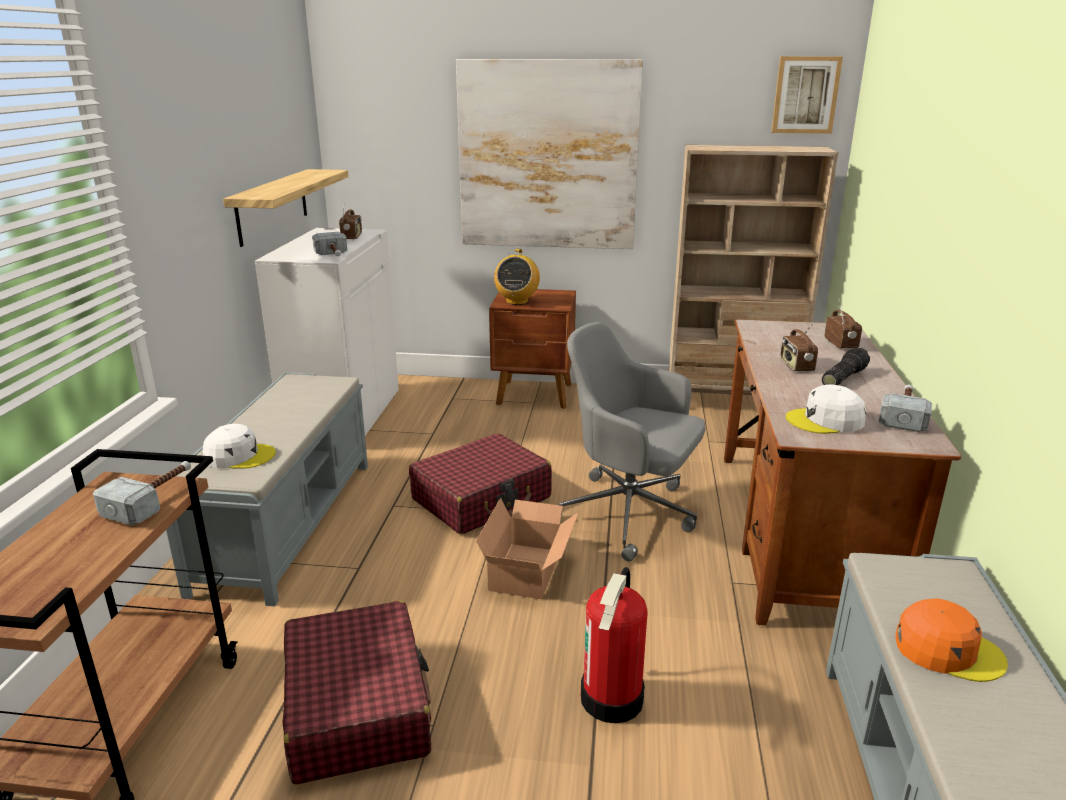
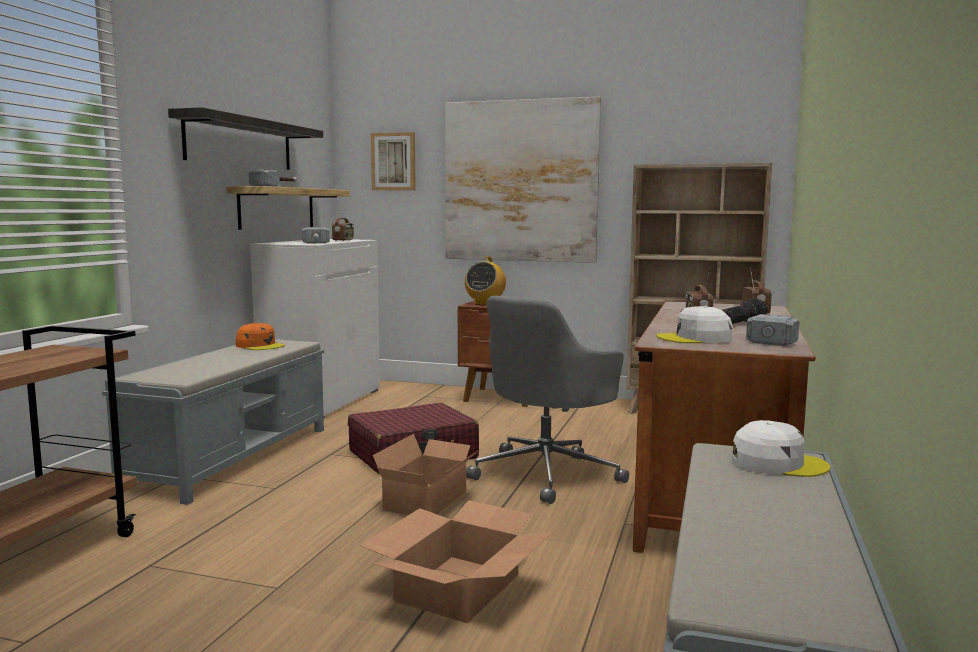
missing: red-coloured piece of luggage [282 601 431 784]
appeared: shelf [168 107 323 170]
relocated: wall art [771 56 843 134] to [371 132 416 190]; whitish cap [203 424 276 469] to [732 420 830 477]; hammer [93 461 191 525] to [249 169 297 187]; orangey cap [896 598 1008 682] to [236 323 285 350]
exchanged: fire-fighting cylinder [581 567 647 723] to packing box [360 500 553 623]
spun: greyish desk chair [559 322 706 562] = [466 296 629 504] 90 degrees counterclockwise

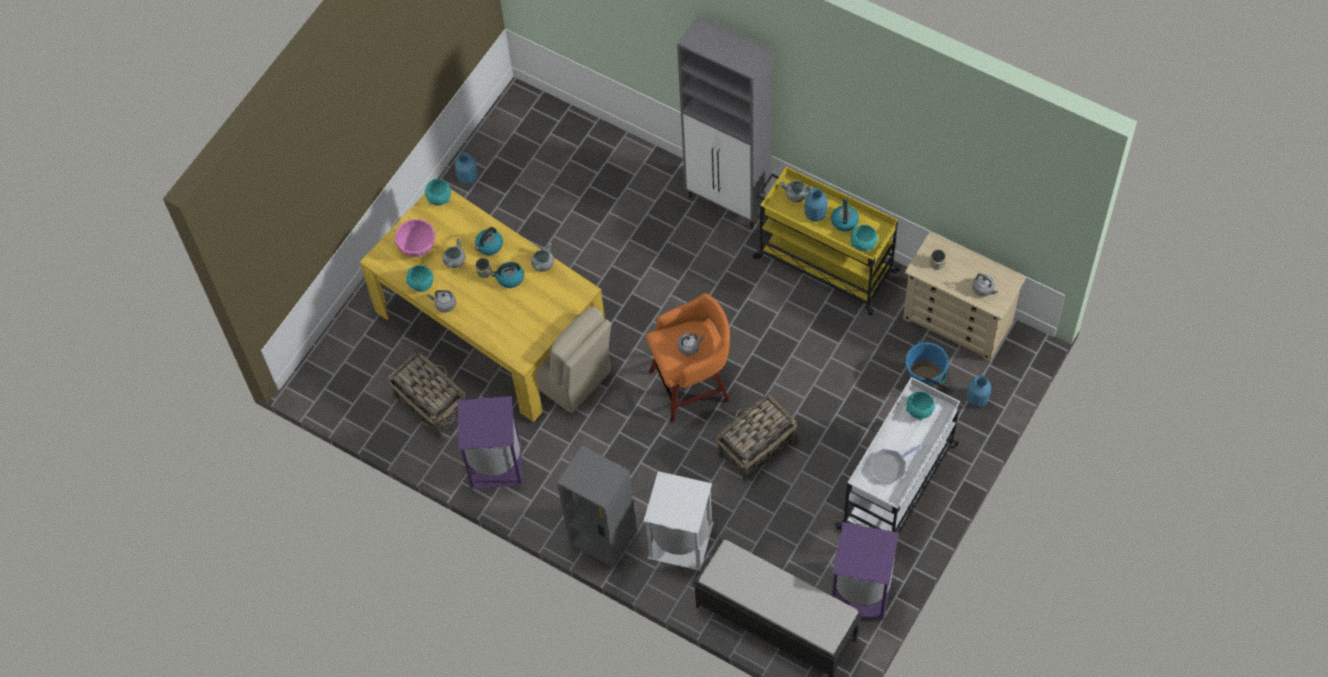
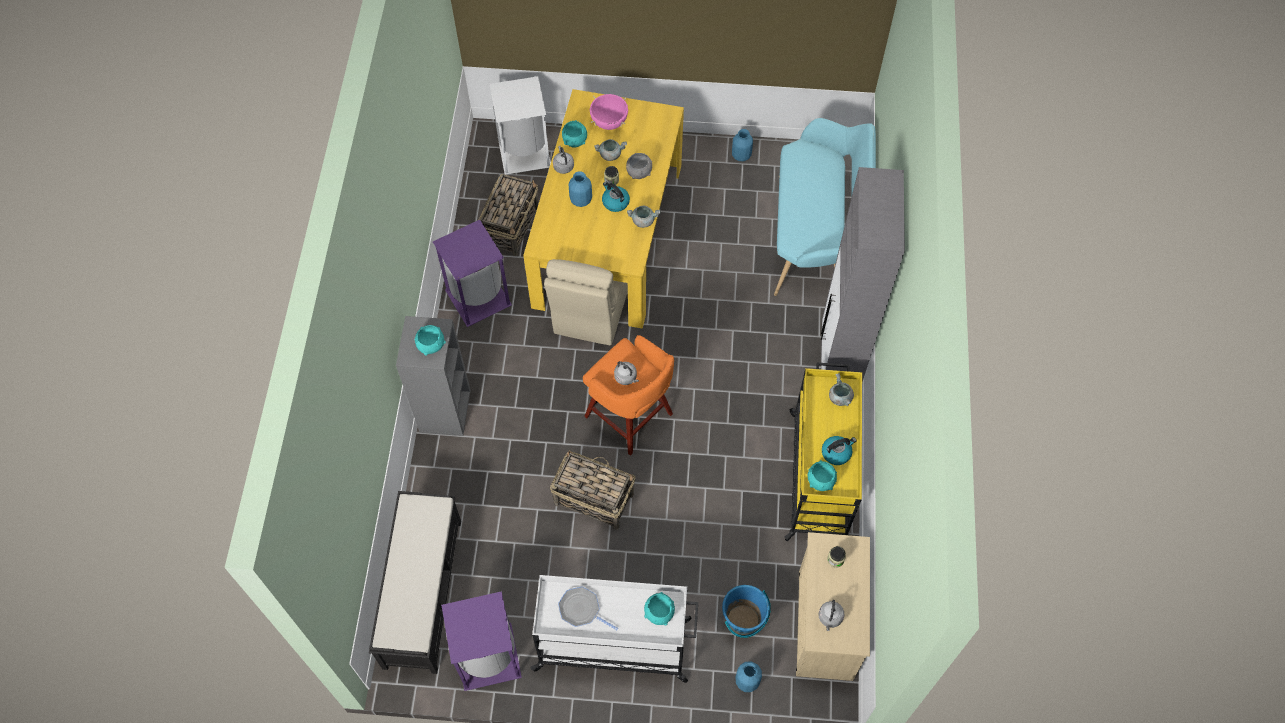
appeared: turquoise-coloured bench [774 118 876 296]
relocated: turquoise-coloured bowl [425 179 451 206] to [415 325 446 356]; bluish decorative vase [804 188 828 222] to [569 171 592 207]; whitish waste bin [644 471 714 571] to [490 76 551 175]
exchanged: kettle [475 227 503 255] to greyish bowl [626 153 652 179]

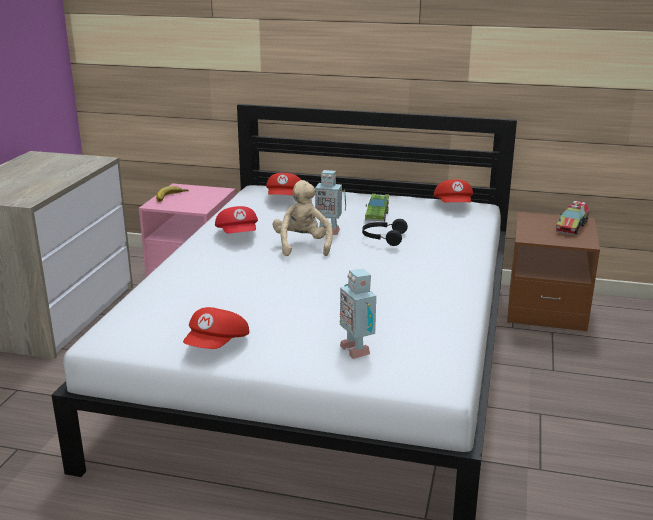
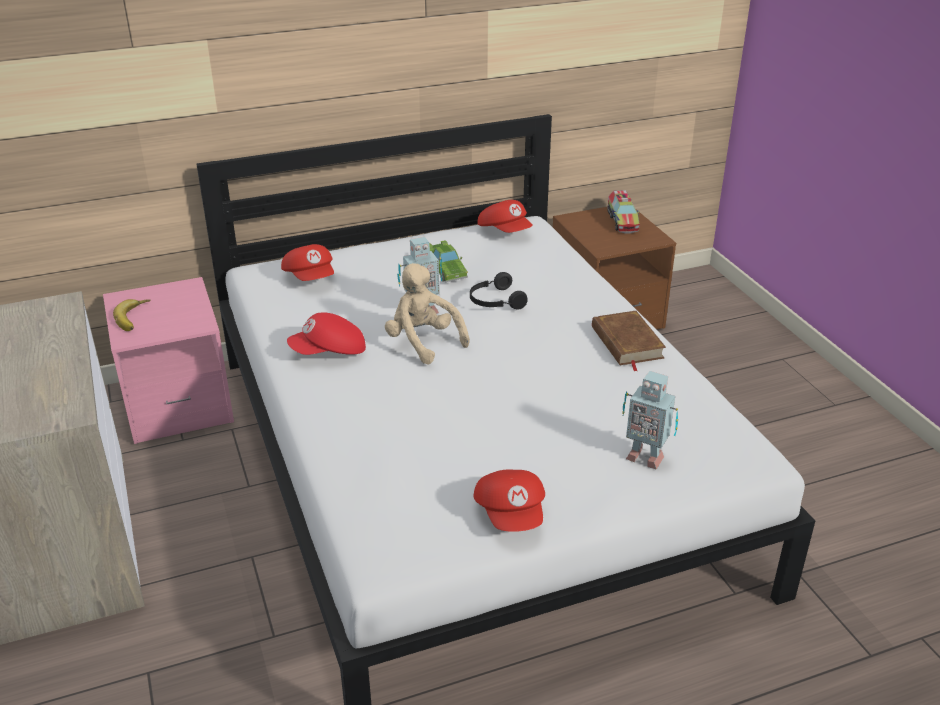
appeared: brownish book [592 311 666 371]
spun: red-coloured cap [215 206 258 233] = [287 312 366 355] 120 degrees clockwise

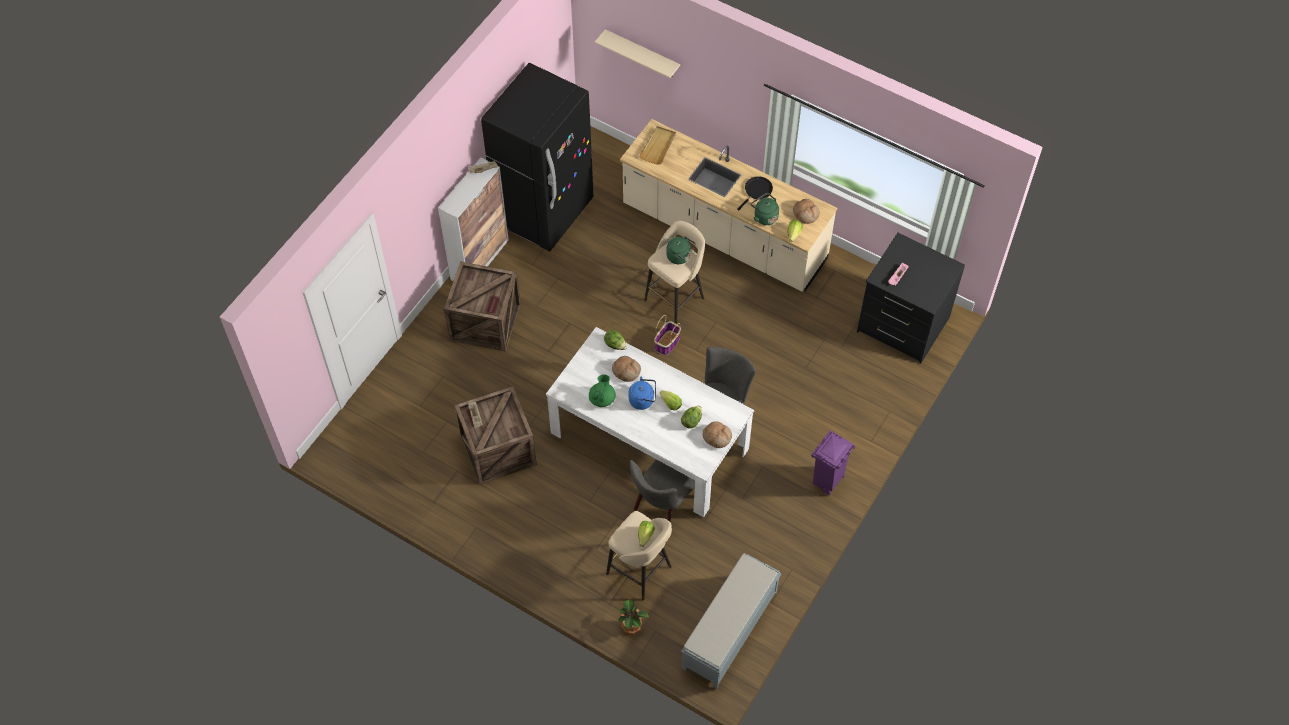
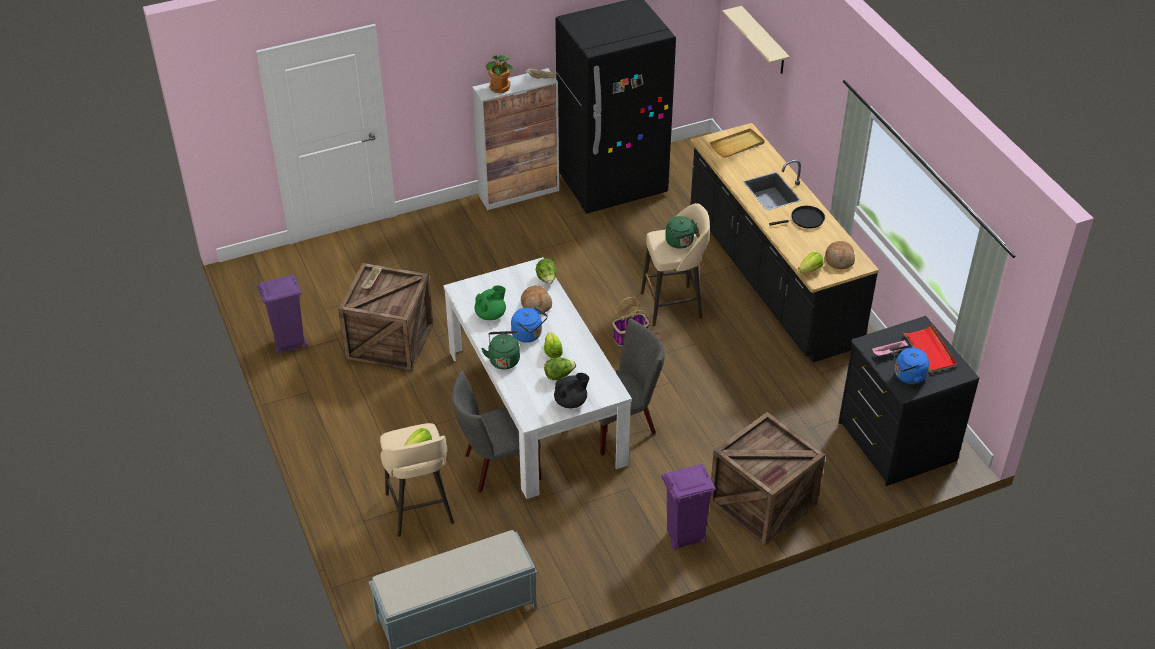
appeared: purple waste bin [257 275 307 355]; red-coloured serving tray [903 324 957 373]; bluish kettle [892 345 929 384]
relocated: green kettle [751 193 779 225] to [481 331 520 369]; packing crate [444 261 520 352] to [710 412 826 546]; potted plant [619 600 649 635] to [486 55 513 93]
exchanged: bakery bread [702 421 732 448] to black-coloured tea pot [554 373 589 408]
colour: sand-coloured kitchen base unit [620 119 837 292] to black-coloured kitchen base unit [690 123 879 362]

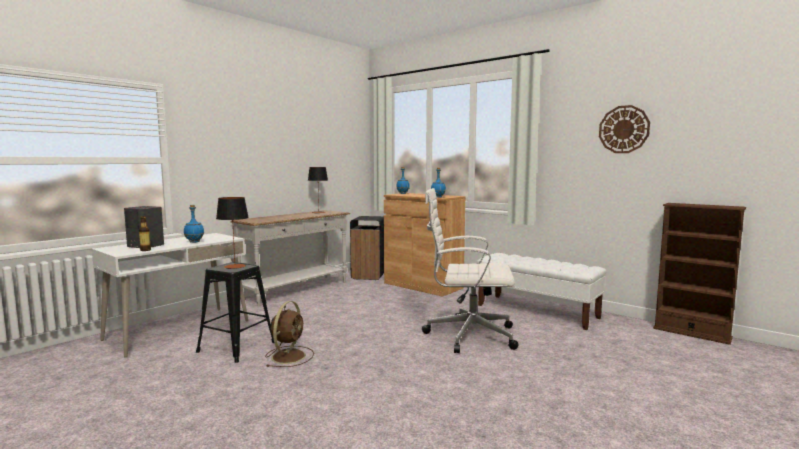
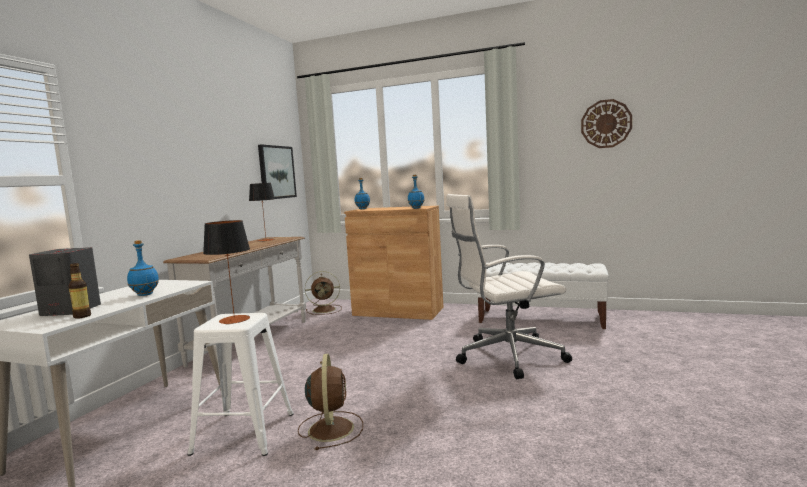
missing: brownish shelving unit [653 203 746 345]
appeared: wall art [258 144 297 199]
exchanged: black-coloured waste bin [350 216 384 280] to brownish electric fan [305 271 342 315]
colour: black-coloured stool [196 262 274 363] to whitish stool [187 313 294 456]

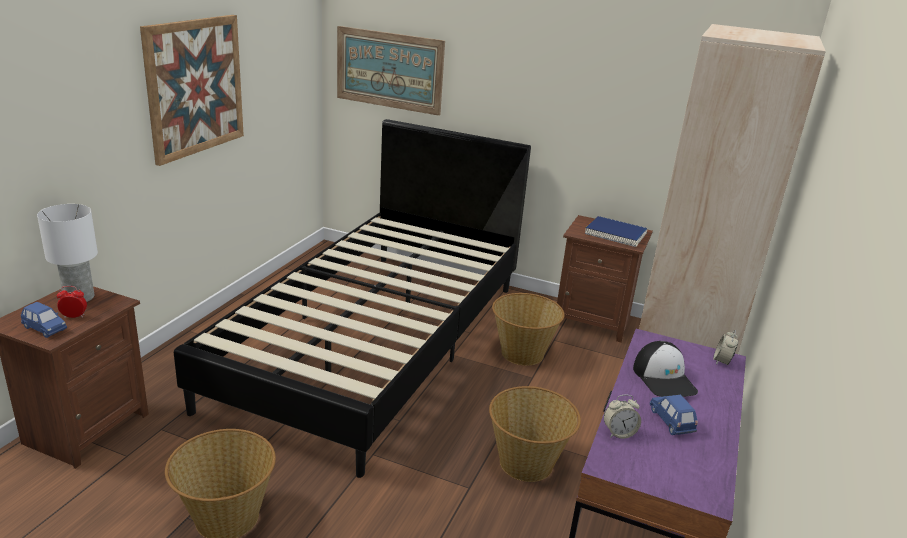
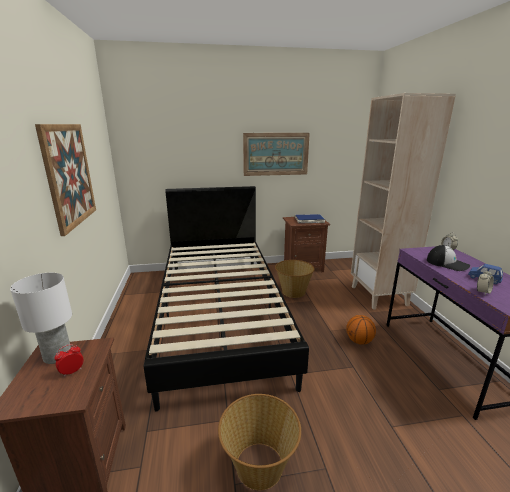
missing: bluish miniature car [21 302 67 338]
relocated: wall art [337 26 445 116] to [243 133 310 176]
exchanged: basket [489 386 581 482] to basketball ball [346 315 376 345]

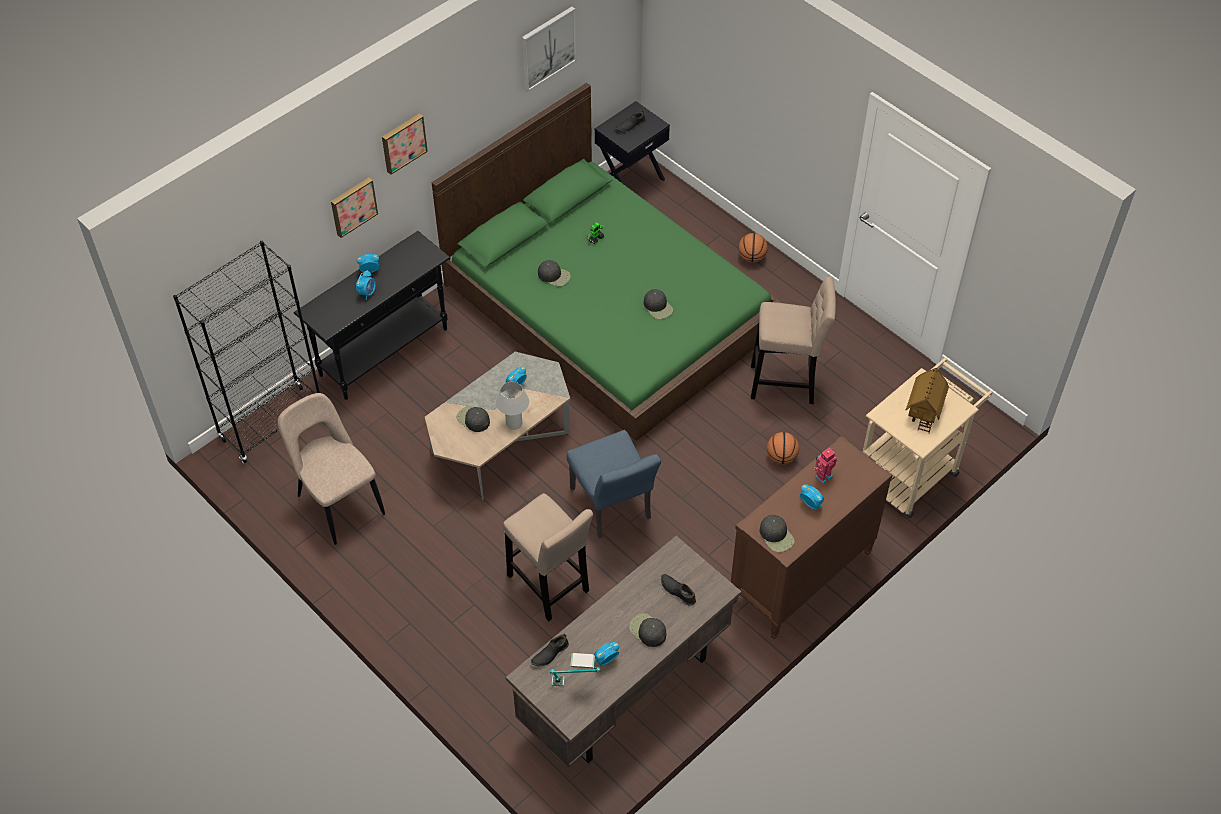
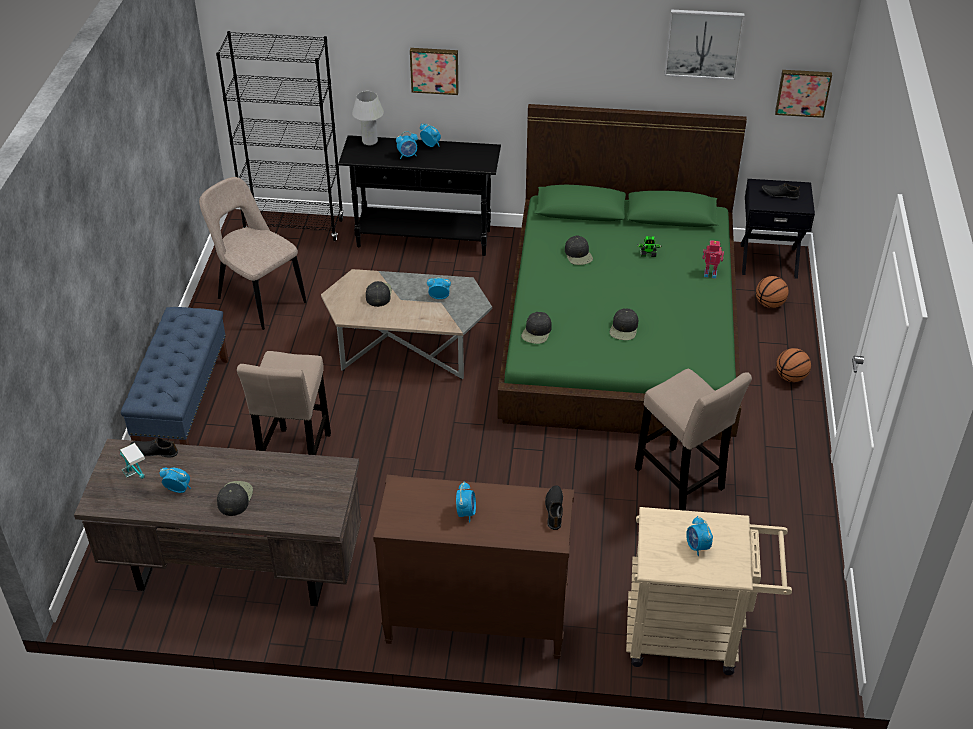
missing: bluish upright chair [567 430 661 538]
appeared: bluish bench [121 307 229 445]
relocated: wall art [382 113 428 175] to [775 70 832 118]; whitish table lamp [496 382 529 430] to [352 91 384 145]; basketball ball [767 432 799 464] to [756 276 789 308]; model robot [813 448 837 485] to [702 240 724 279]; black-coloured cap [759 515 795 552] to [521 312 552 344]; black-coloured low shoe [661 574 696 606] to [545 485 563 530]
exchanged: model house [905 368 949 433] to alarm clock [686 516 713 556]
spun: sand-coloured upright chair [278 393 385 545] = [199 177 306 330] 60 degrees counterclockwise

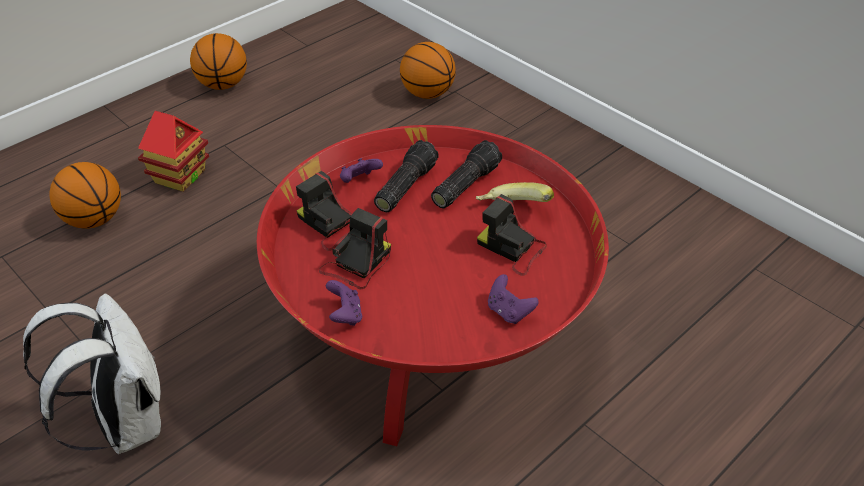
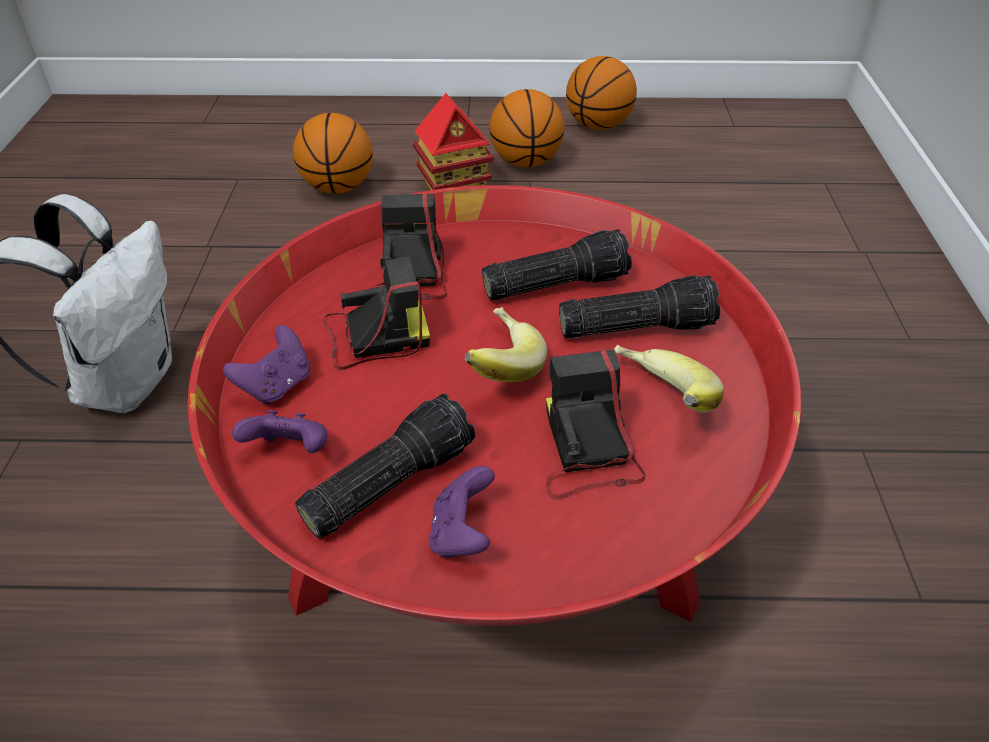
appeared: whole banana [465 307 547 382]; torch [295 394 475 539]
relocated: basketball ball [400 42 456 99] to [489 89 564 167]; purple joypad [340 158 383 183] to [232 410 327 453]

